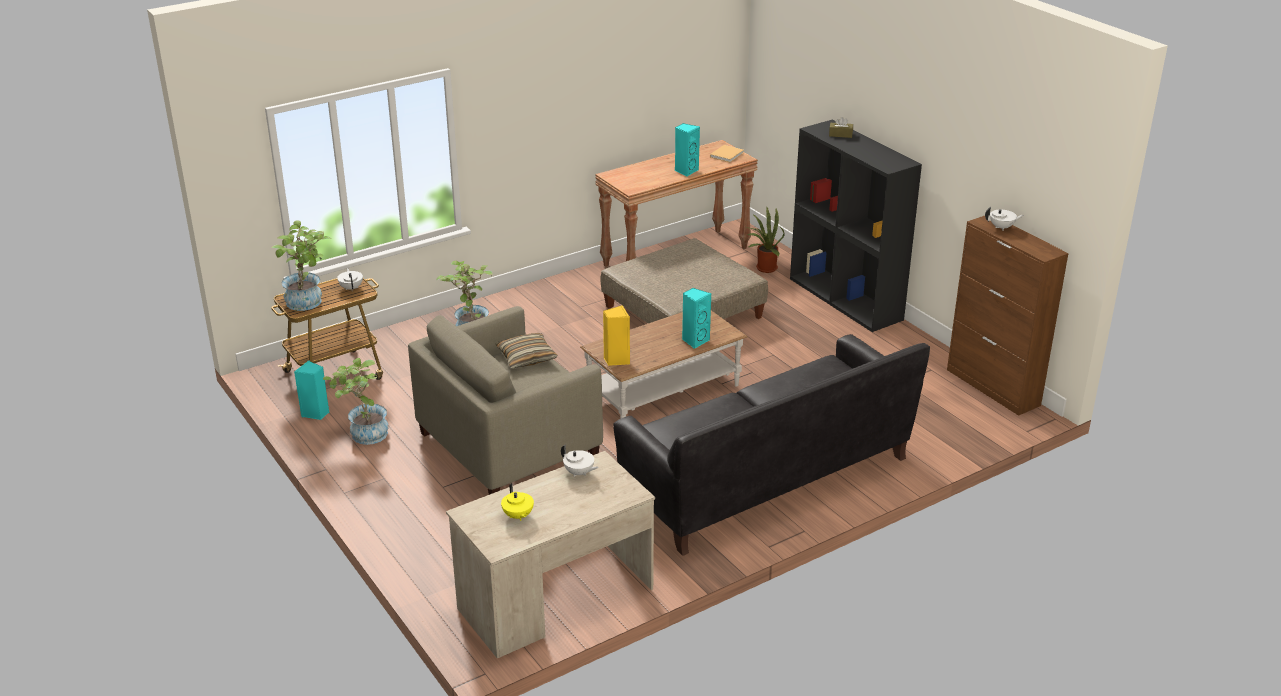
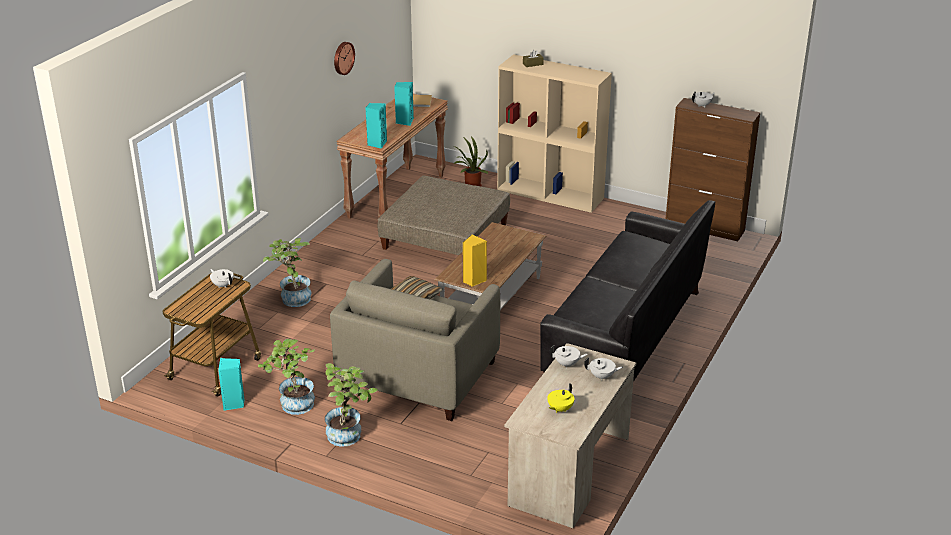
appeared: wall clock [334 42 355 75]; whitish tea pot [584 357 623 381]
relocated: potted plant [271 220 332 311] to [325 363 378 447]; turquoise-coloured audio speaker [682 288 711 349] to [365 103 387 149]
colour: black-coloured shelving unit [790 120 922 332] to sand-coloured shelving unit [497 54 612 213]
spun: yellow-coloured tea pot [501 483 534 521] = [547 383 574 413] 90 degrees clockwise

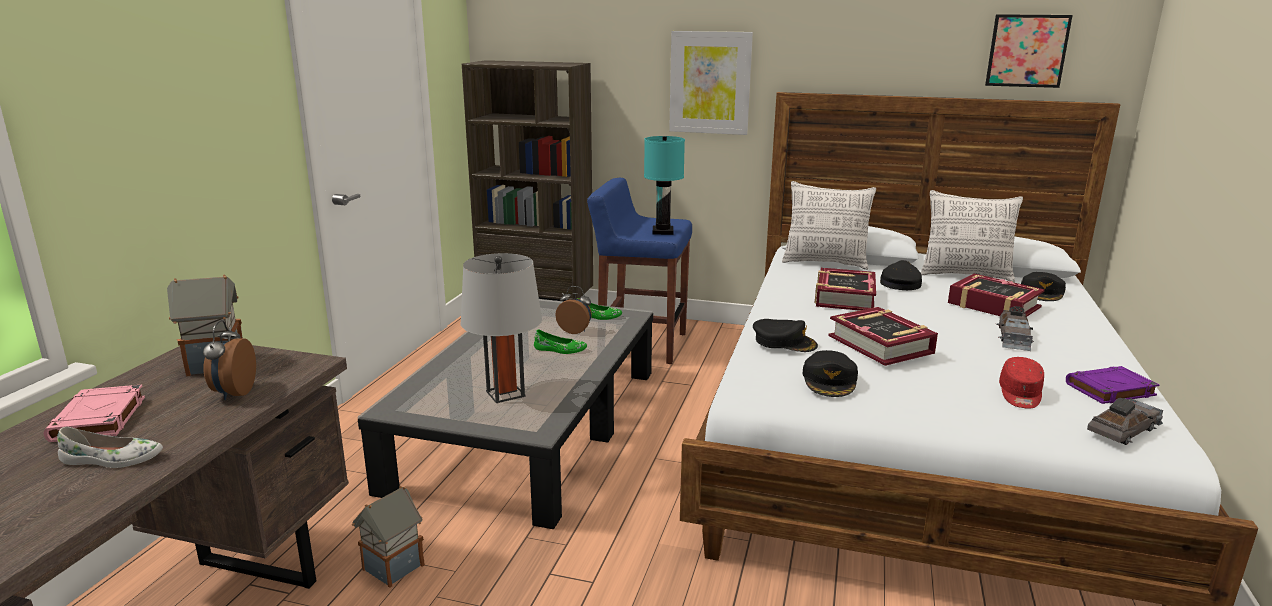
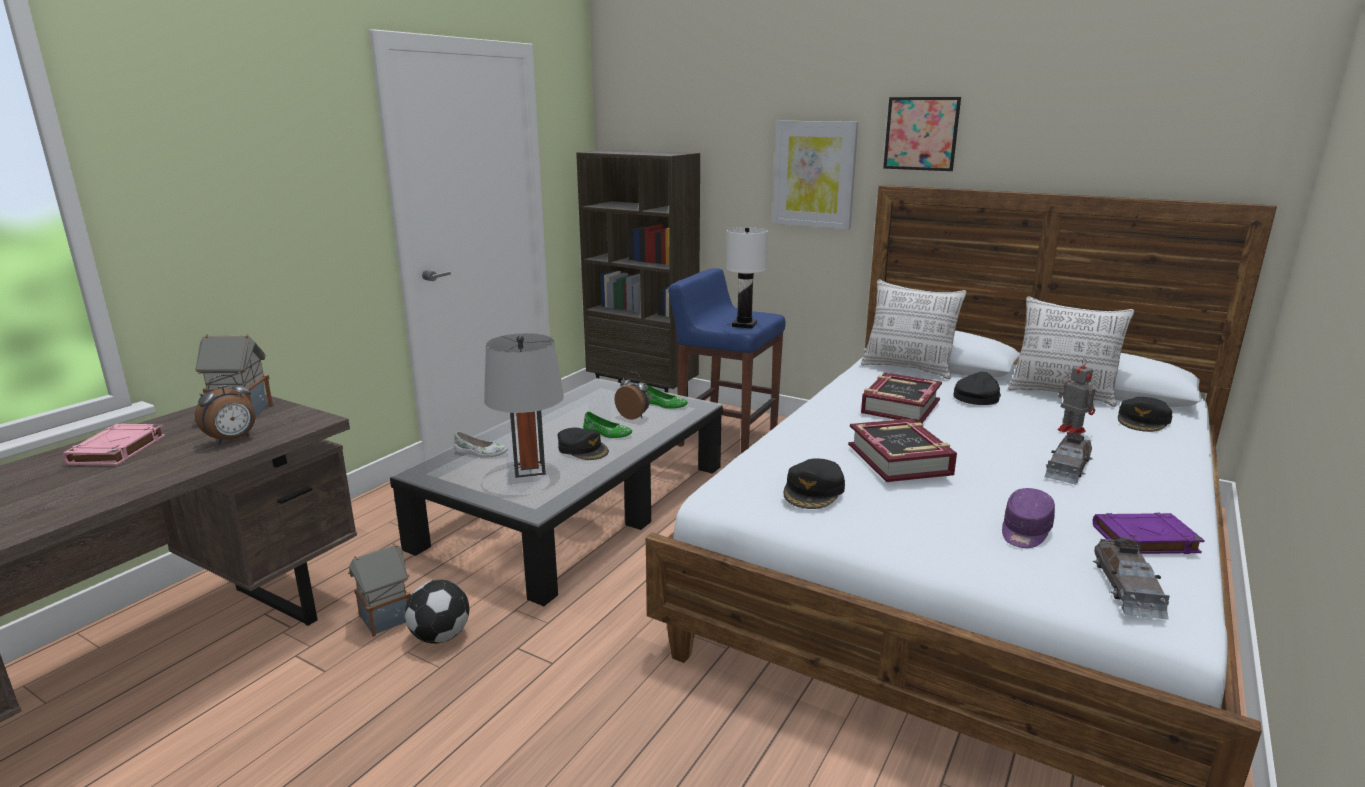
appeared: football ball [405 580 469 644]
relocated: wall art [985 14 1073 88] to [883 97 961 171]; black-coloured cap [753 319 818 352] to [558 428 609 460]; whitish low shoe [57 427 163 468] to [454 432 508 458]
exchanged: book [948 274 1045 317] to model robot [1058 359 1096 434]
colour: turquoise-coloured table lamp [644 136 685 235] to whitish table lamp [726 227 768 329]; red-coloured cap [999 357 1044 409] to purple cap [1002 488 1055 548]
spun: alarm clock [203 320 256 400] = [195 374 255 445] 150 degrees counterclockwise; greyish miniature car [1087 398 1163 445] = [1092 538 1170 620] 120 degrees clockwise

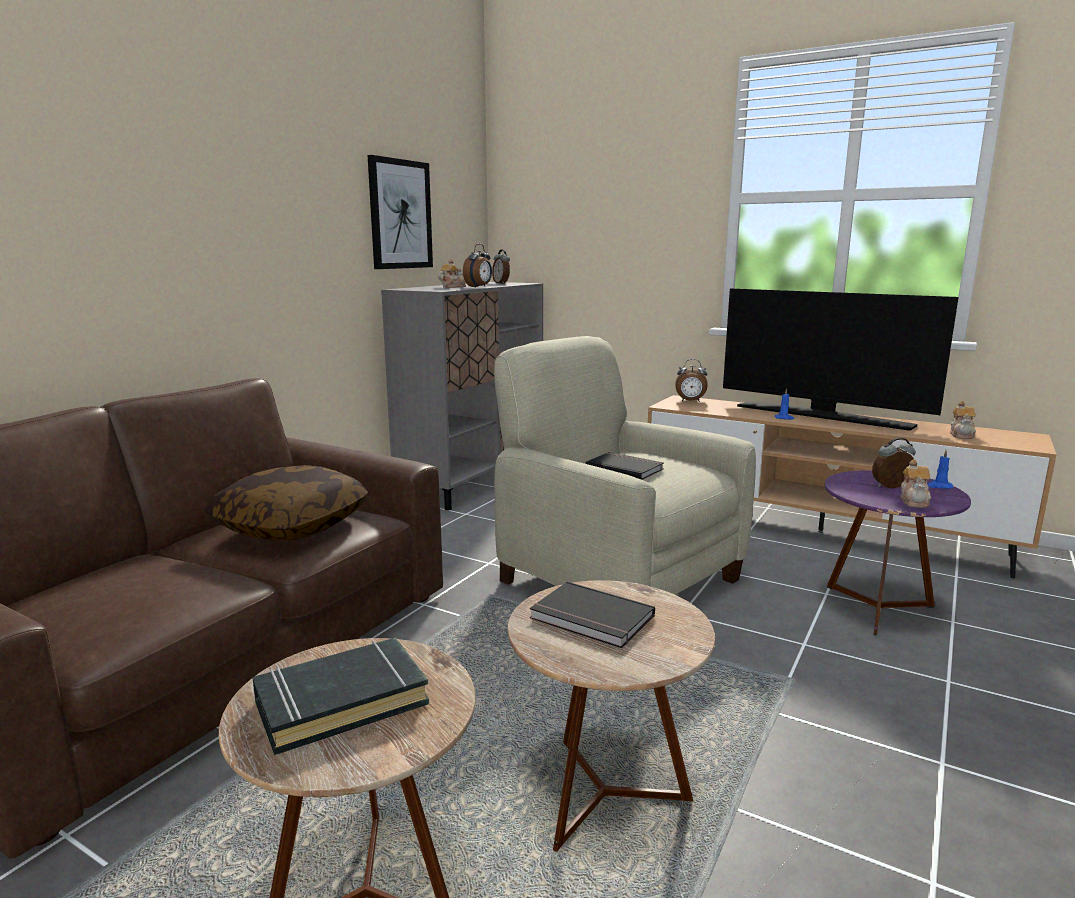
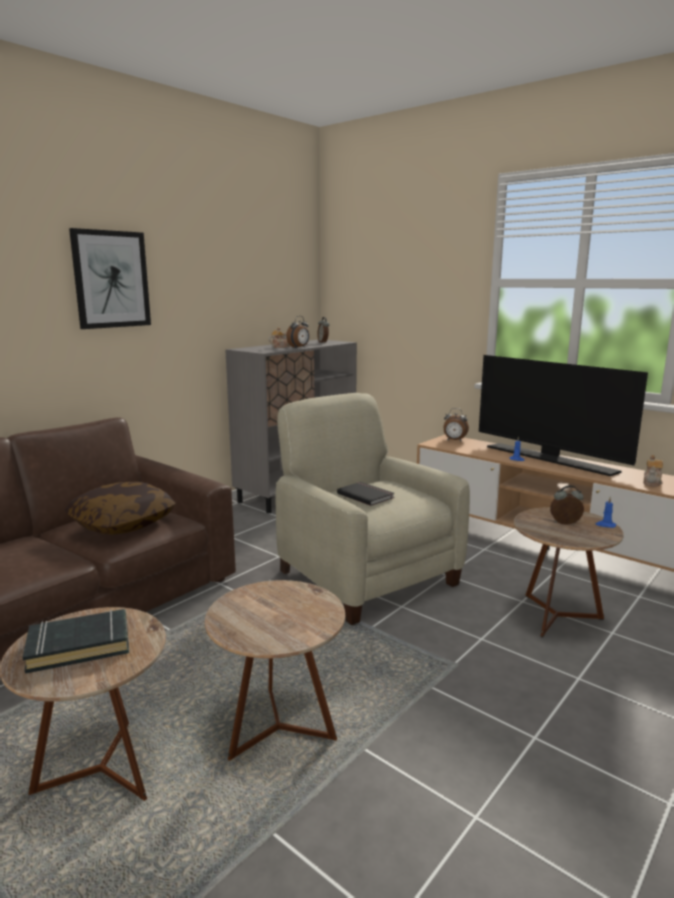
missing: tea pot [900 459 931 508]; black-coloured book [530 582 655 648]
relocated: wall art [367 155 433 269] to [69 228 151 329]
colour: purple side table [825 470 971 636] to brownish side table [514 507 624 638]

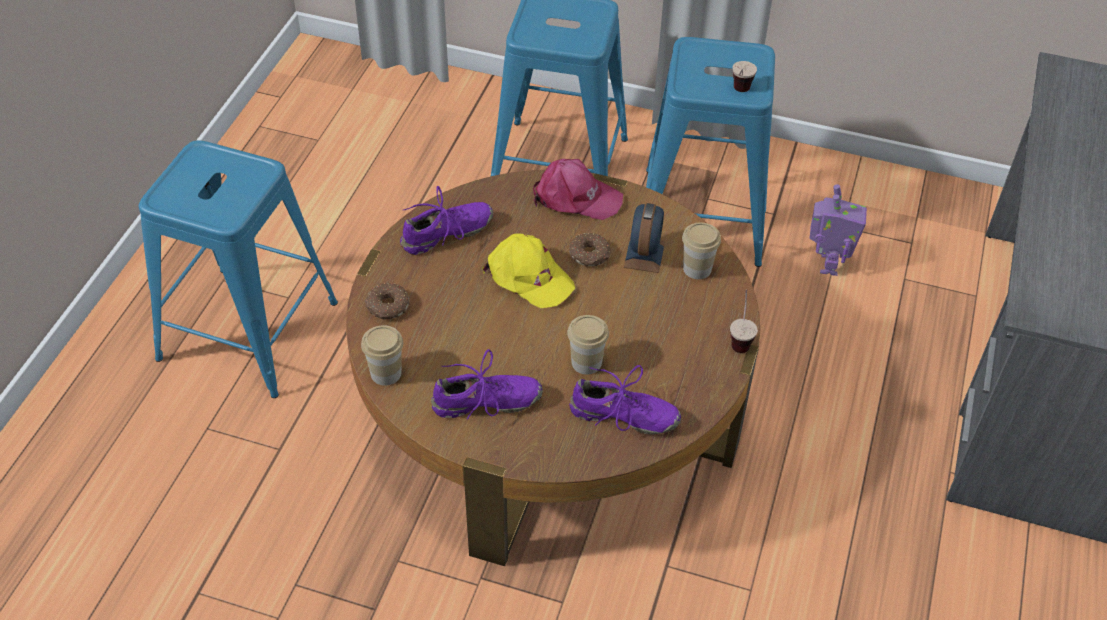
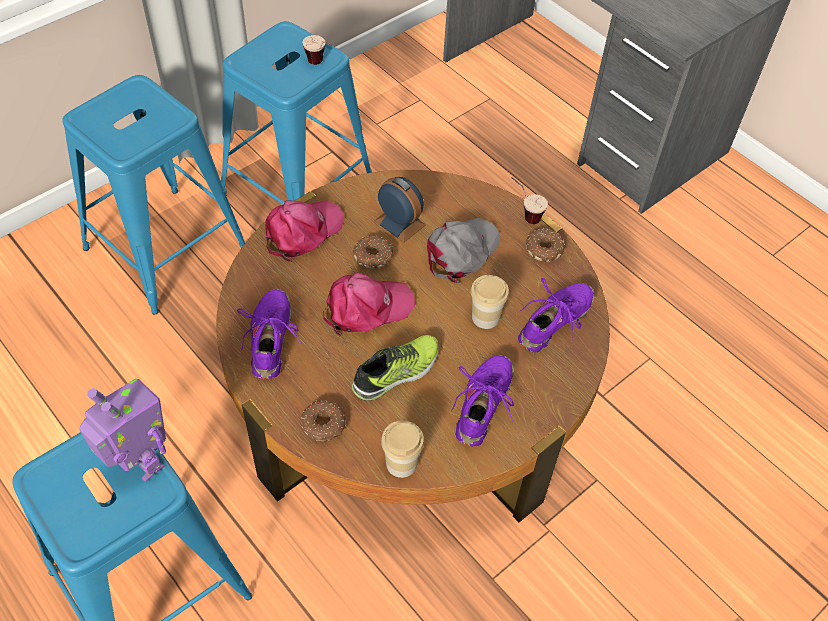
missing: cup [682 223 721 279]
appeared: greyish cap [427 218 499 283]; ring doughnut [526 228 565 262]; low shoe [352 335 439 401]
relocated: model robot [810 184 867 276] to [79 379 166 482]
colour: yellow-coloured cap [482 233 575 308] to pink cap [323 272 415 336]

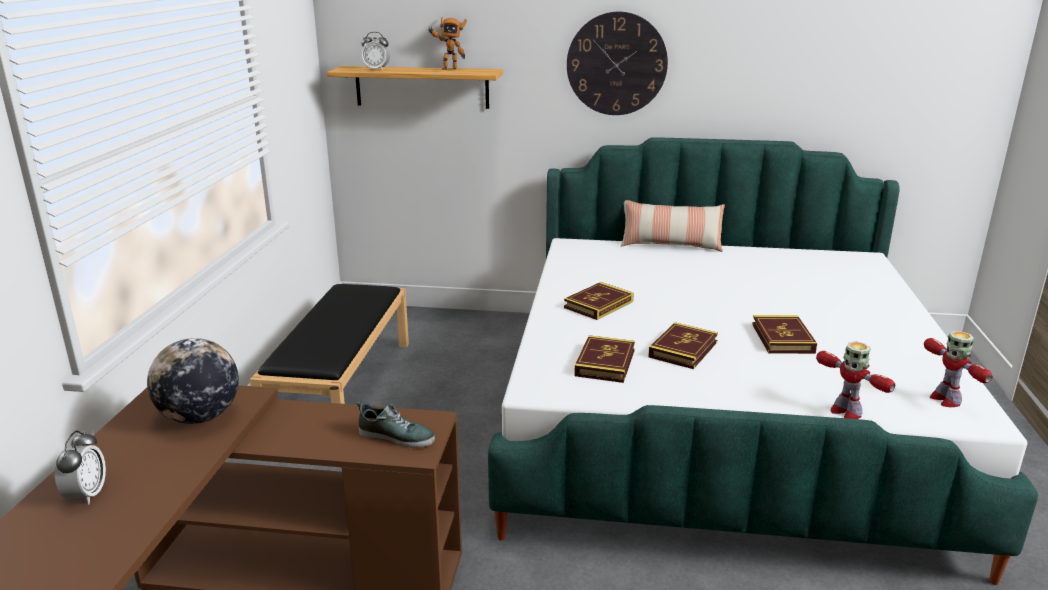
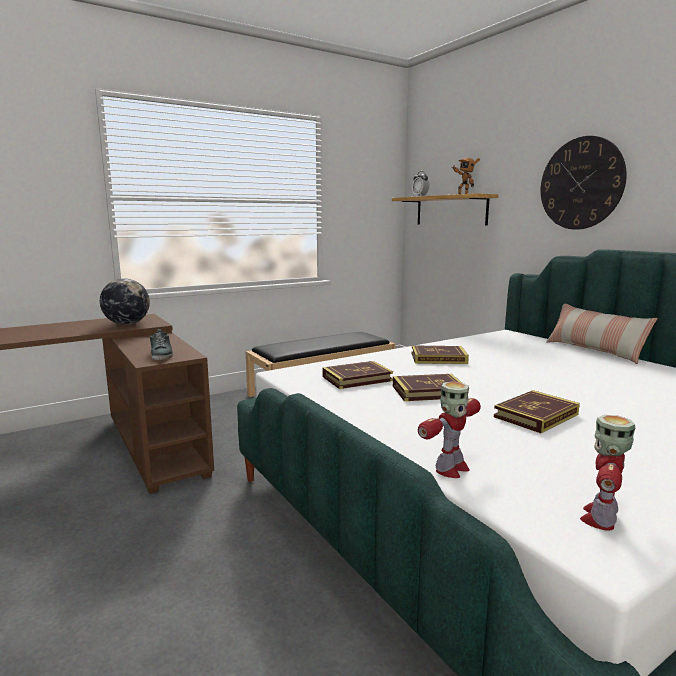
missing: alarm clock [55 431 106 504]
spun: model robot [816 342 895 419] = [418 381 481 478] 150 degrees counterclockwise

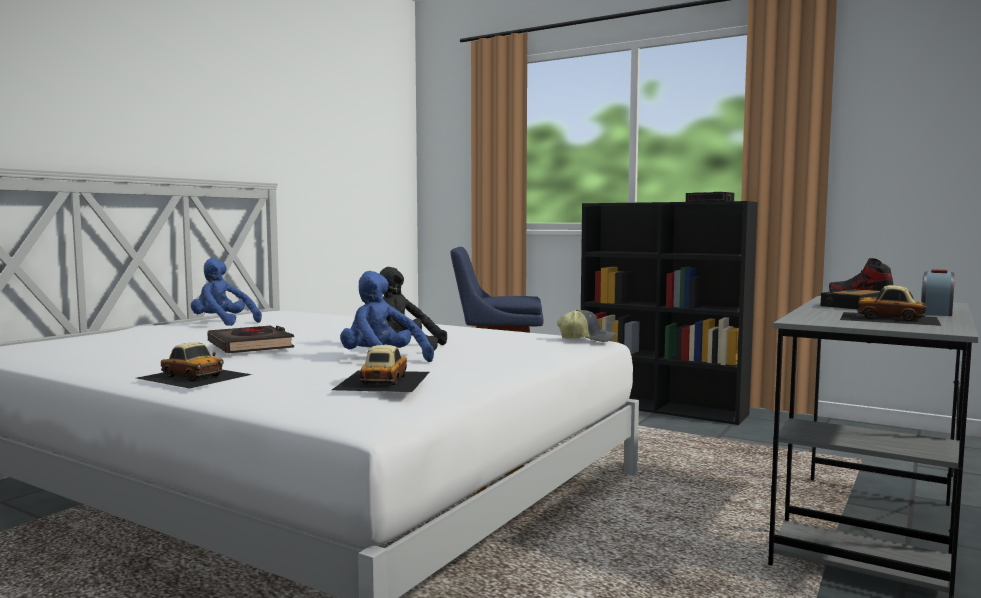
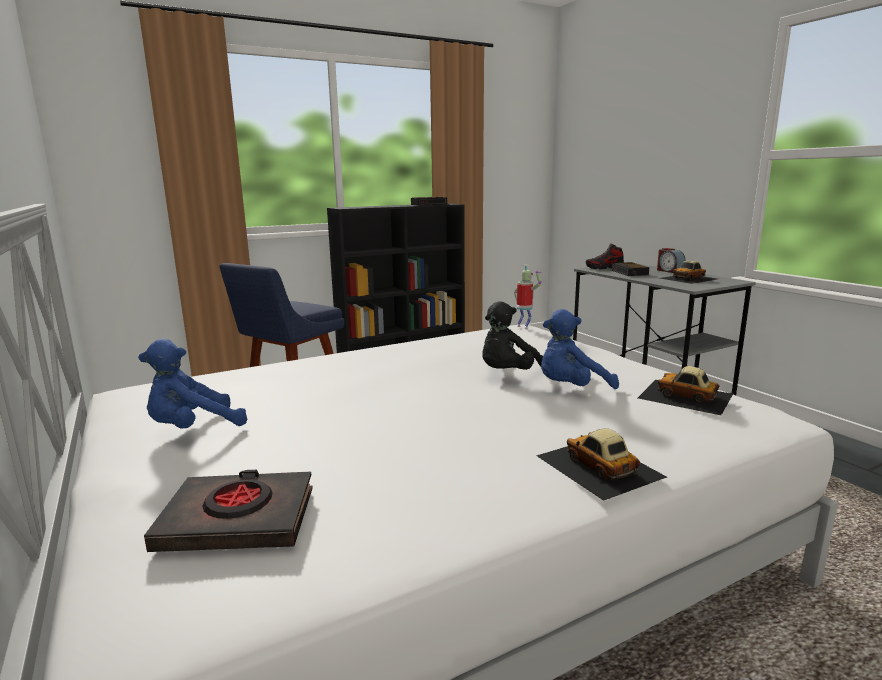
relocated: black-coloured book [207 326 294 353] to [144 470 313 552]
exchanged: cap [557 309 617 342] to model robot [514 265 542 329]
spun: miniature car [137 343 253 389] = [536 429 667 501] 90 degrees counterclockwise

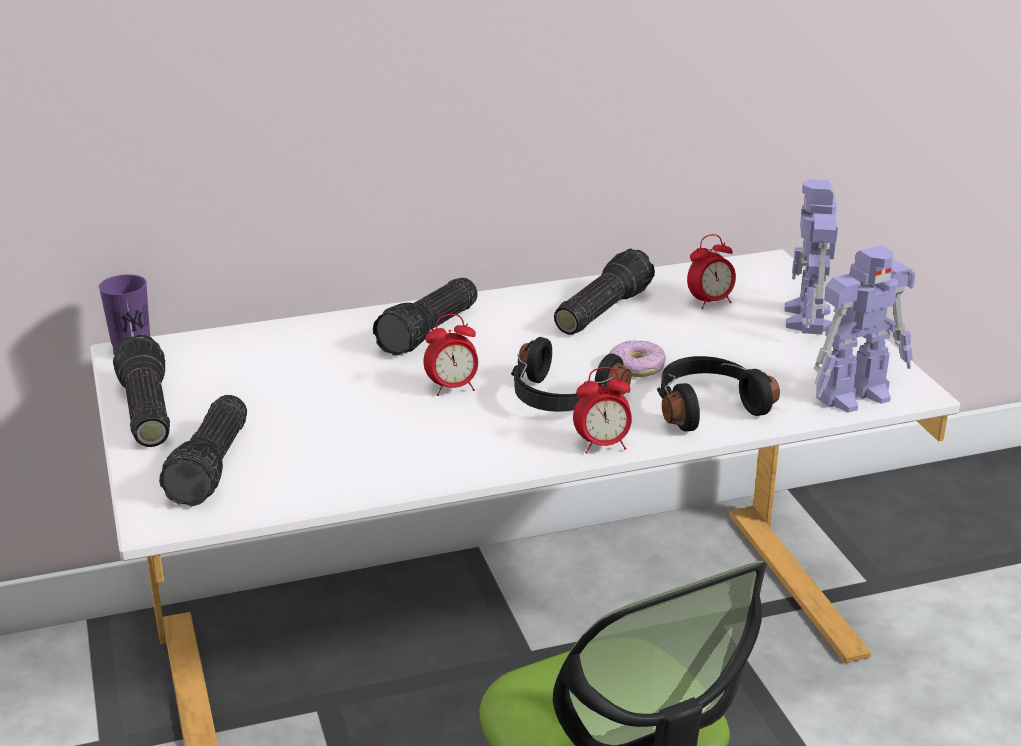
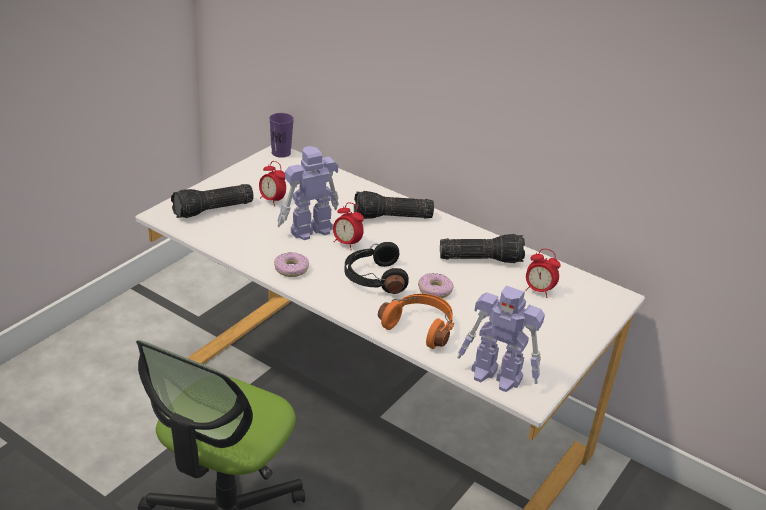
missing: torch [113 334 170 447]
appeared: ring doughnut [274 252 309 277]
relocated: model robot [784 179 838 334] to [277 146 339 240]; alarm clock [573 367 632 454] to [259 161 286 206]
colour: black-coloured headphones [657 356 780 431] to orangey headphones [378 294 454 349]

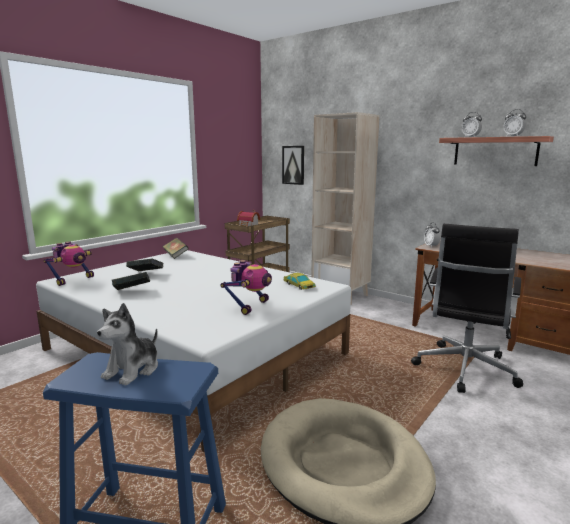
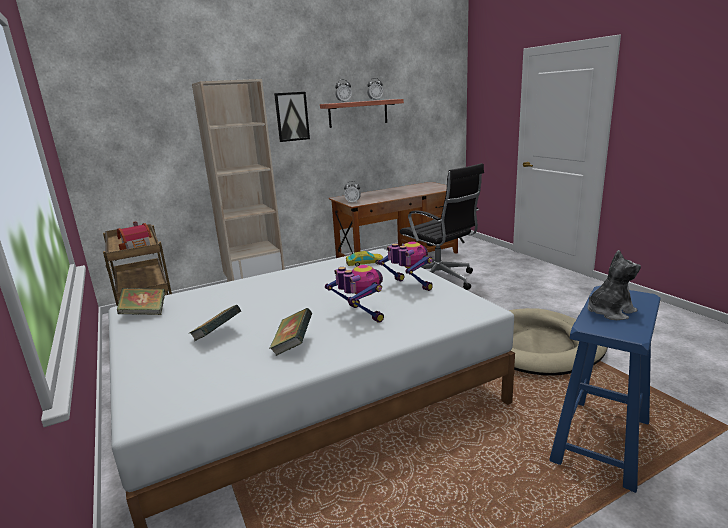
relocated: wall art [282 146 304 185] to [274 92 310 142]; model robot [44 242 94 286] to [325 265 384 323]
spun: soft toy [97 303 158 386] = [588 250 641 320] 75 degrees counterclockwise

